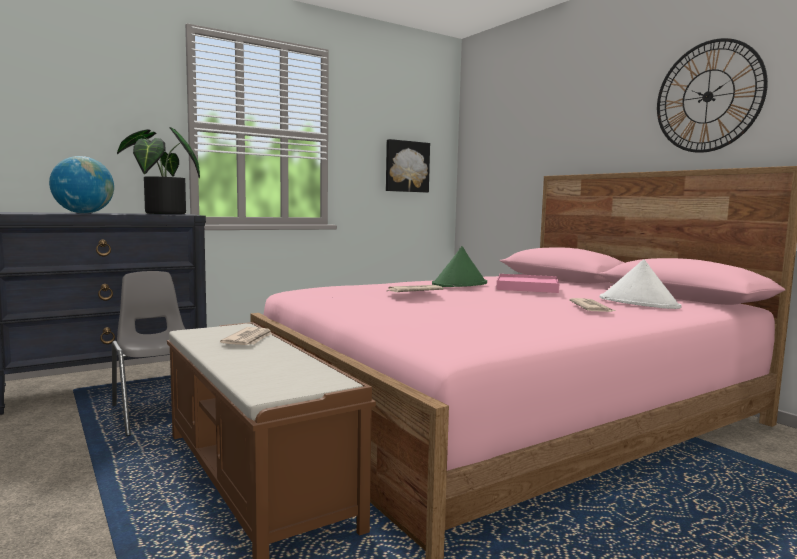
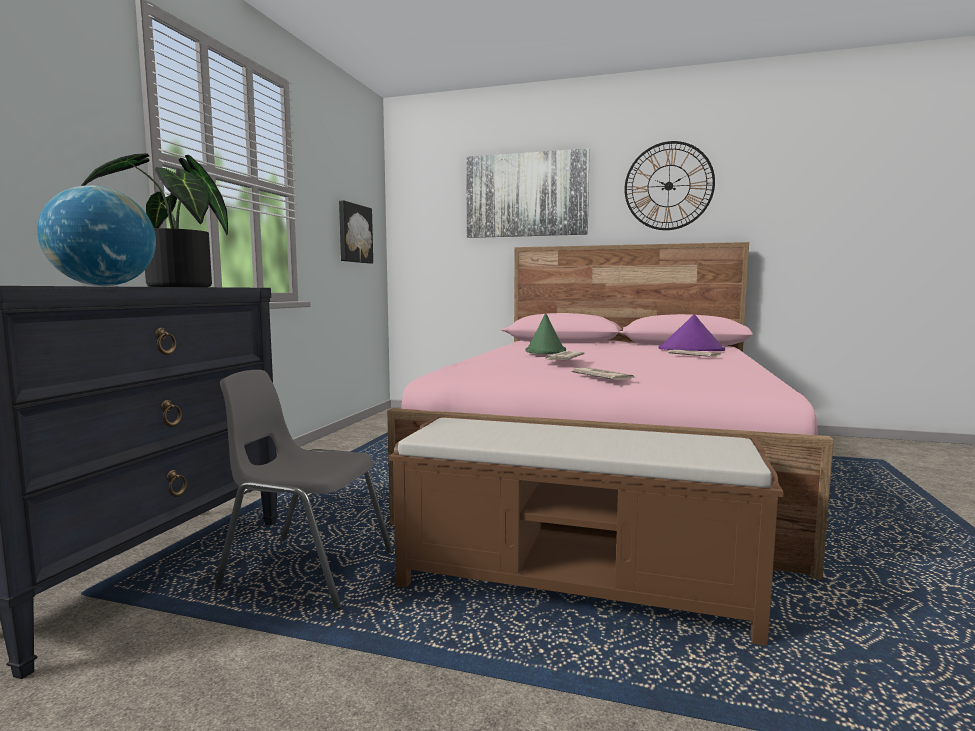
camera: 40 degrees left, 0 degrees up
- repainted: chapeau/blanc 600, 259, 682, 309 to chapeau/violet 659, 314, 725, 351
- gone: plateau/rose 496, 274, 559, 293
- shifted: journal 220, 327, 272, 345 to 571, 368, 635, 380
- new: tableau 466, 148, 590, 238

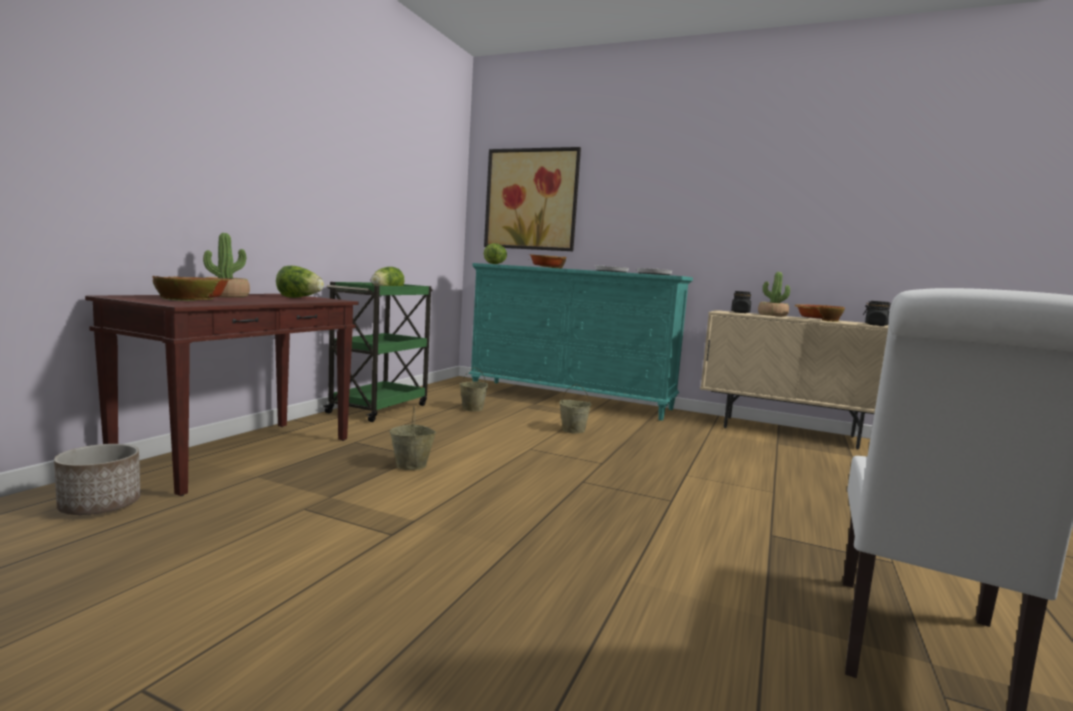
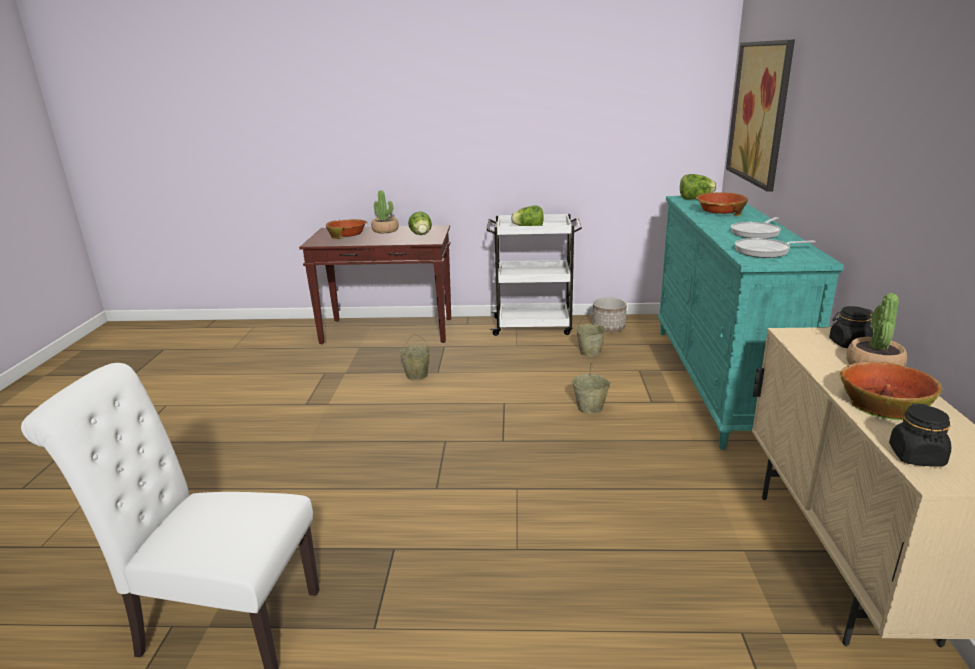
camera: 70 degrees right, 15 degrees up
- repainted: chariot/vert 323, 282, 432, 422 to chariot/blanc 487, 214, 582, 336
- shifted: cache-pot 54, 444, 141, 515 to 592, 297, 627, 332

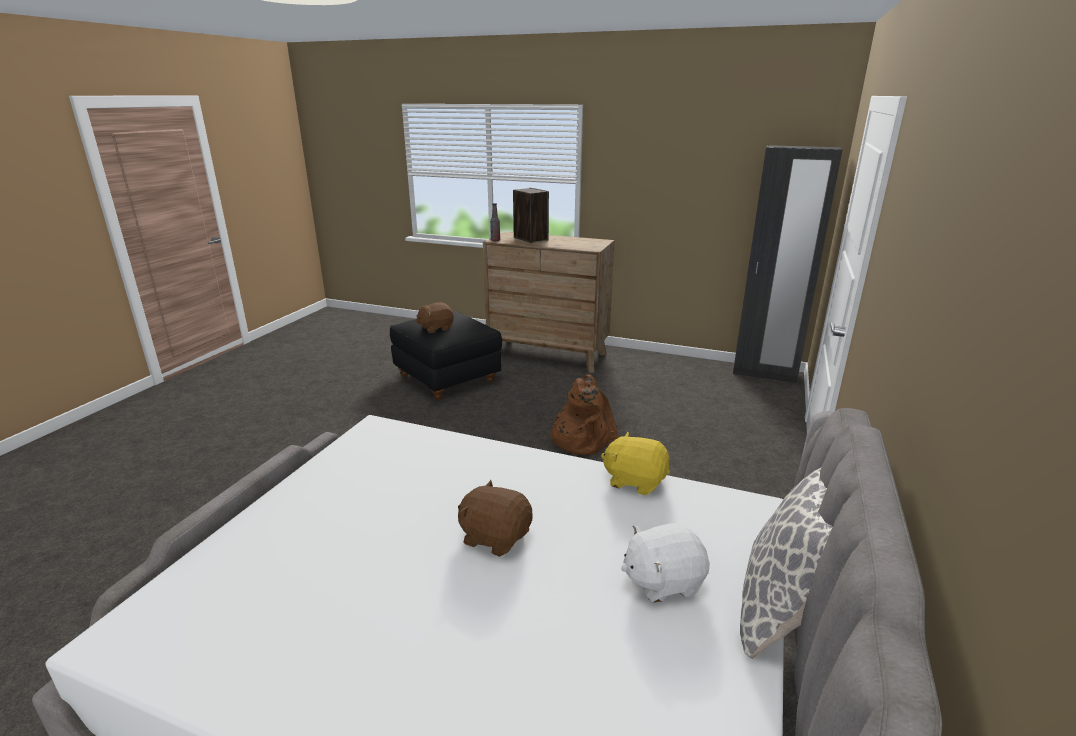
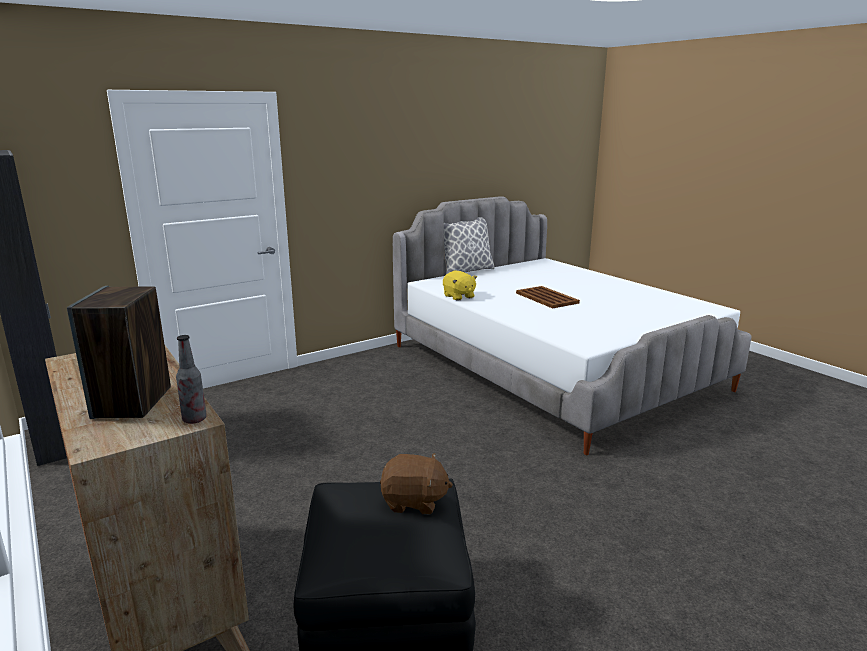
camera: 145 degrees left, 5 degrees down
- gone: sac à dos/marron 548, 374, 619, 455
- swapped: peluche/marron 458, 480, 532, 557 to plateau/marron 516, 286, 580, 308
- gone: peluche/blanc 621, 523, 710, 603

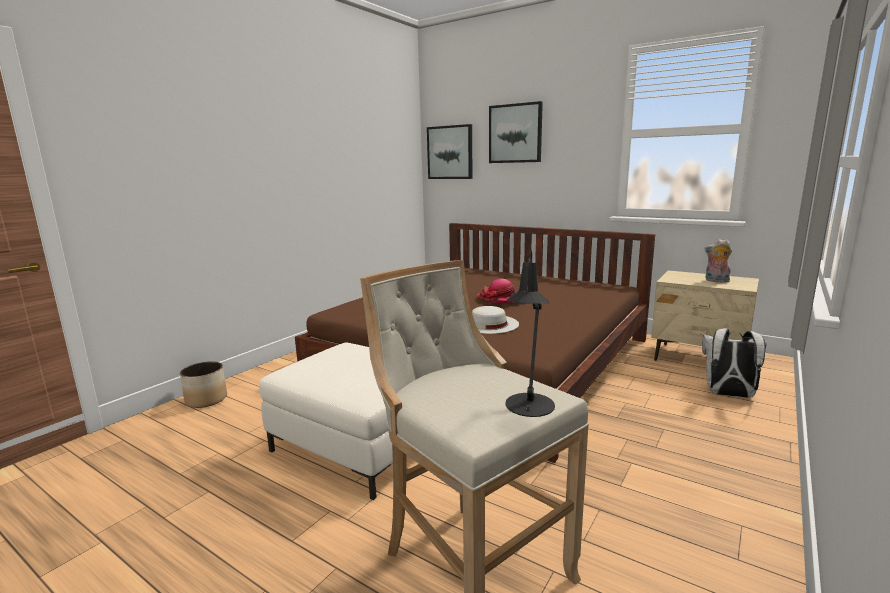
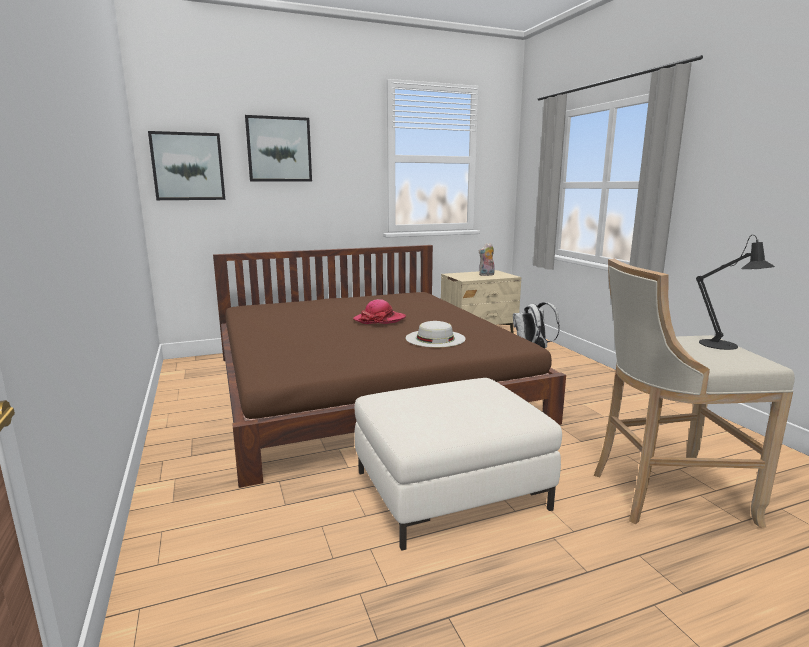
camera: 55 degrees left, 0 degrees up
- gone: cache-pot 180, 361, 227, 408

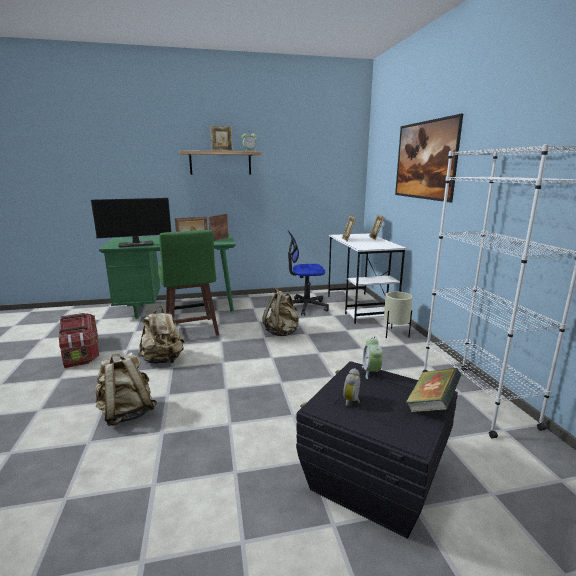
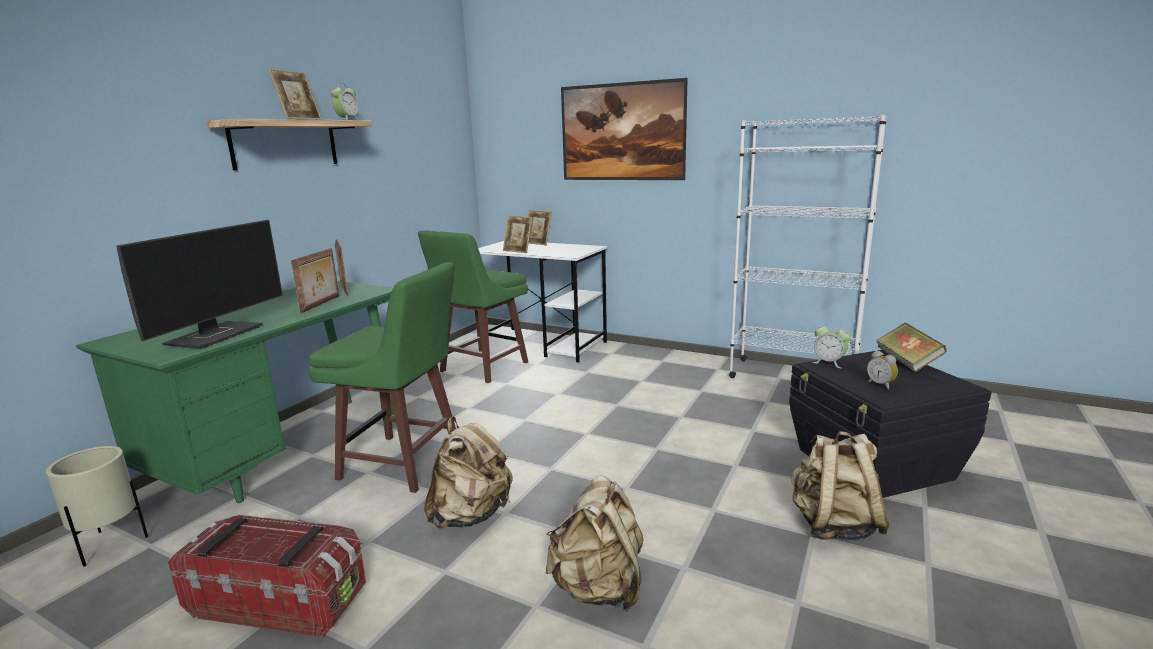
camera: 50 degrees left, 0 degrees up
- swapped: chaise de bureau 288, 230, 329, 316 to tabouret/vert 418, 230, 528, 383
- shifted: sac à dos/beige 262, 288, 299, 336 to 791, 431, 890, 540
- shifted: cache-pot/beige 384, 291, 413, 338 to 46, 446, 148, 567

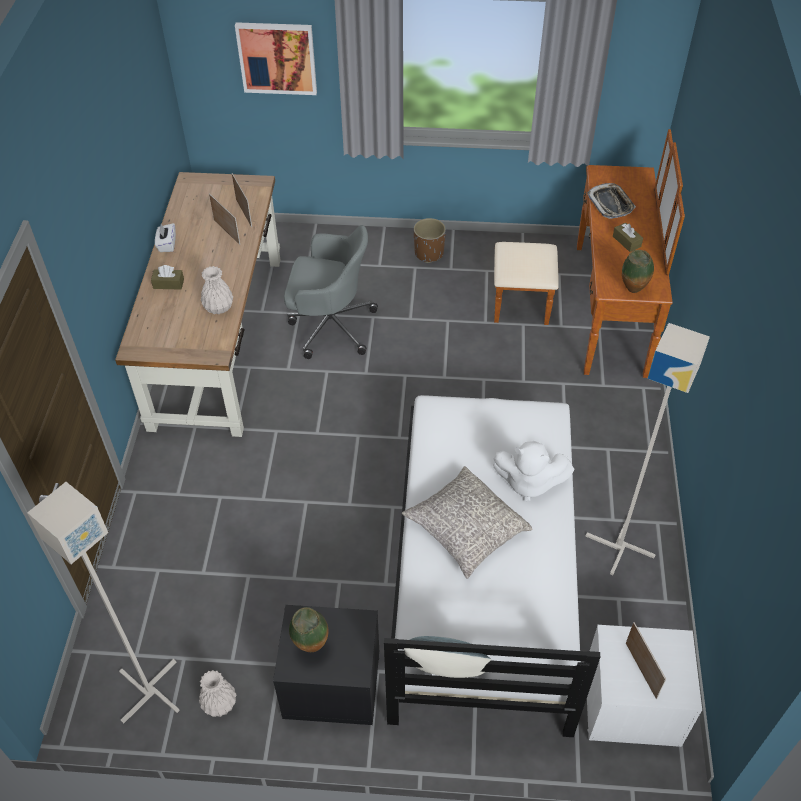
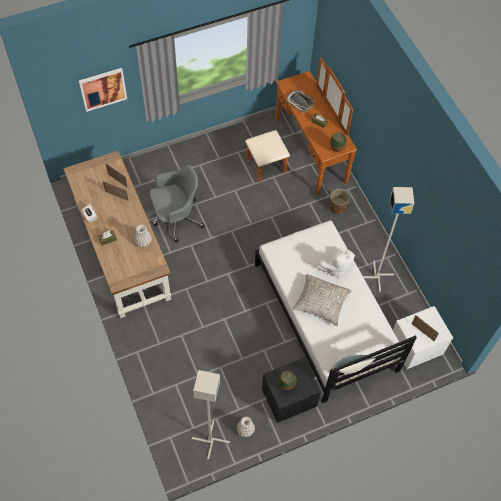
camera: 30 degrees left, 10 degrees up
- shifted: cache-pot/marron 414, 218, 446, 263 to 329, 189, 350, 214

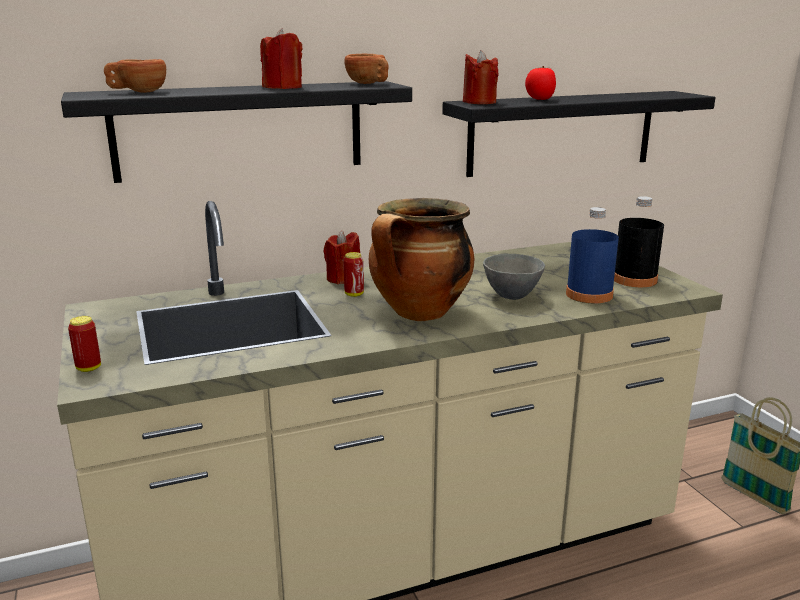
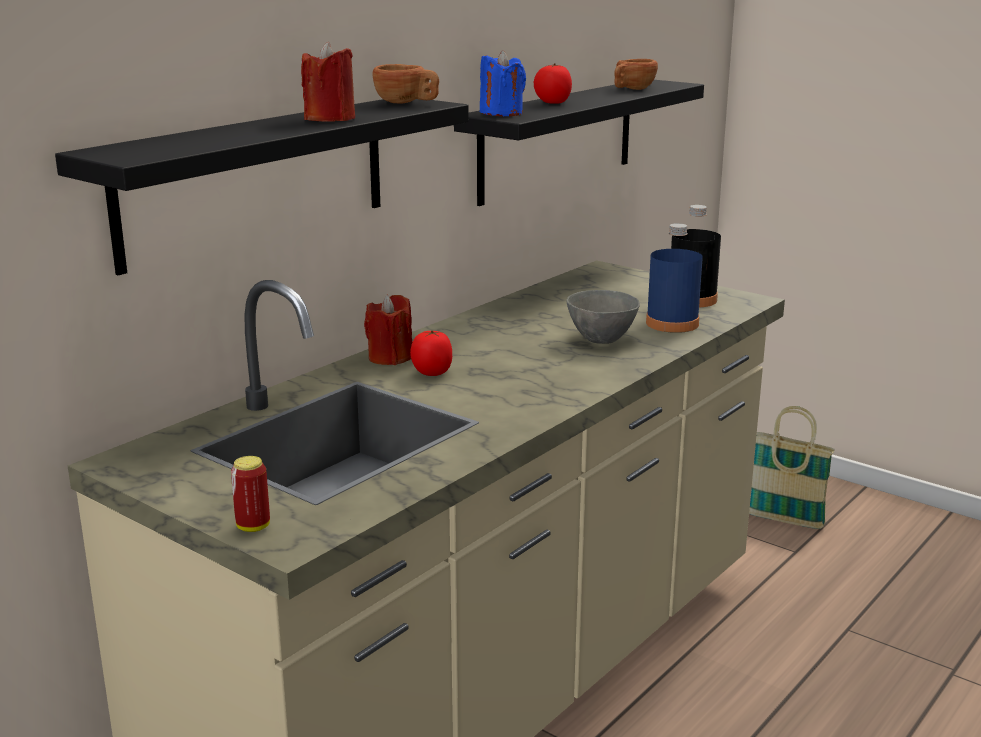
camera: 30 degrees left, 0 degrees up
- repainted: bougie/rouge 463, 50, 498, 104 to bougie/bleu 480, 50, 526, 116
- shifted: tasse/marron 104, 59, 166, 93 to 614, 59, 658, 90
- gone: marmite 369, 198, 474, 321
- swapped: boîte métallique 344, 252, 364, 297 to tomate 410, 330, 452, 376

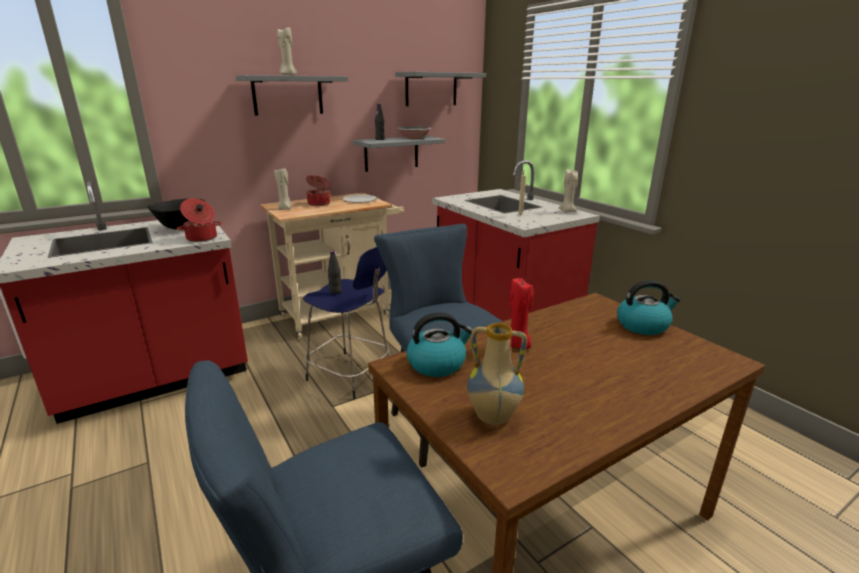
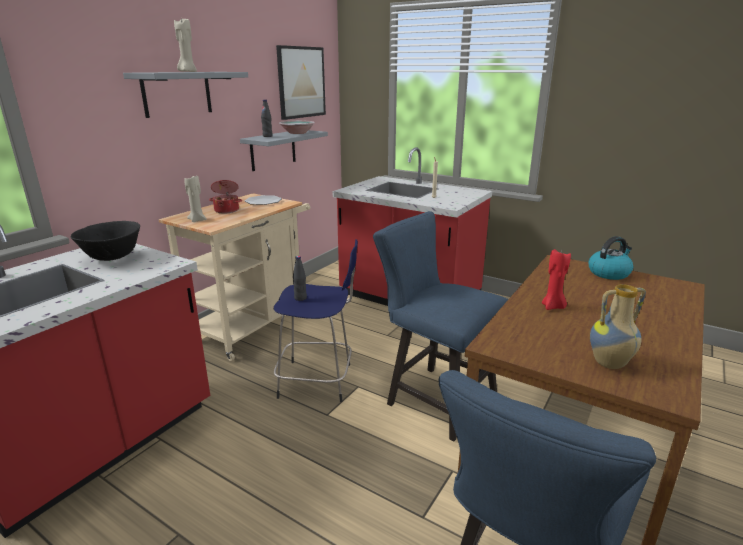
camera: 25 degrees left, 0 degrees up
- swapped: étagère/gris 395, 72, 486, 106 to tableau 276, 45, 326, 120
- gone: bougie/beige 559, 169, 578, 213
- gone: marmite 177, 199, 222, 242
- gone: bouilloire 406, 312, 473, 377

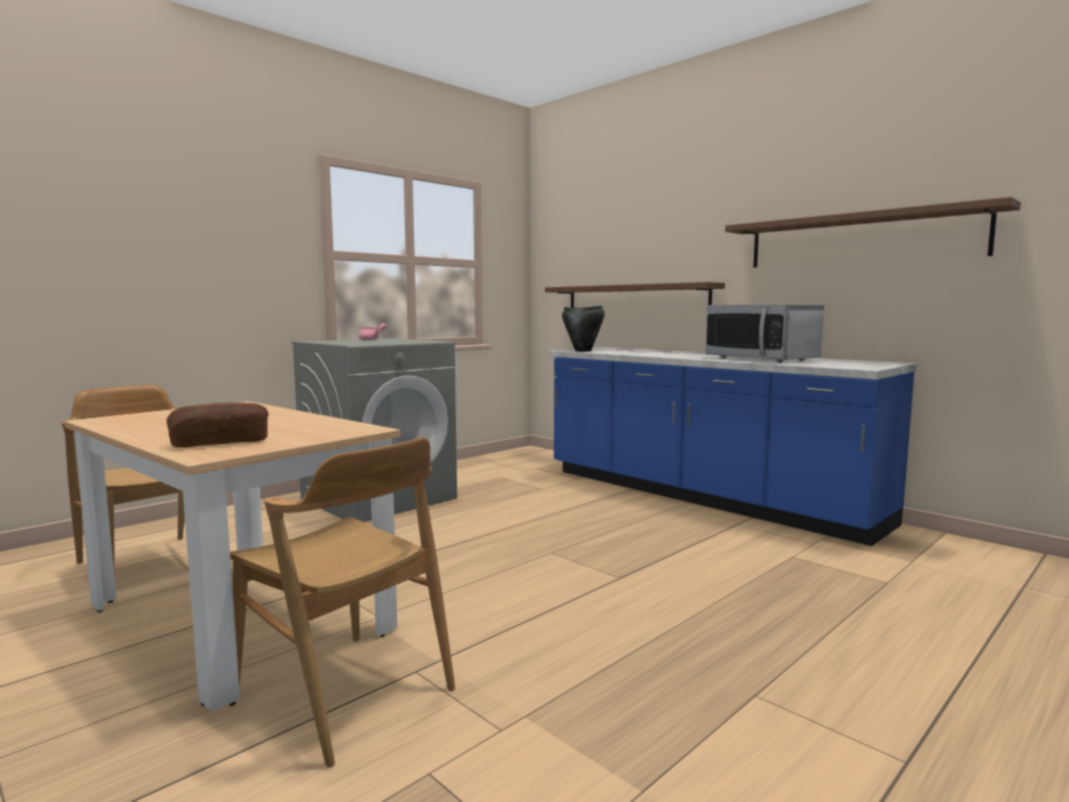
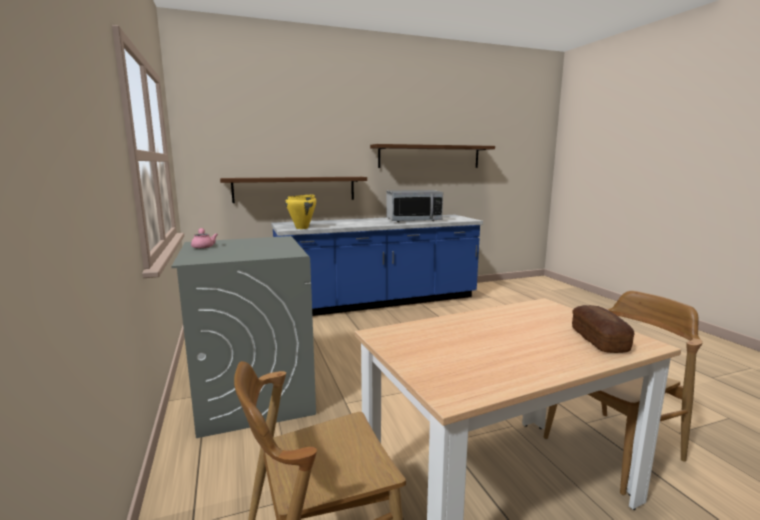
camera: 65 degrees left, 5 degrees up
- repainted: marmite/noir 562, 306, 605, 352 to marmite/jaune 285, 194, 316, 229

